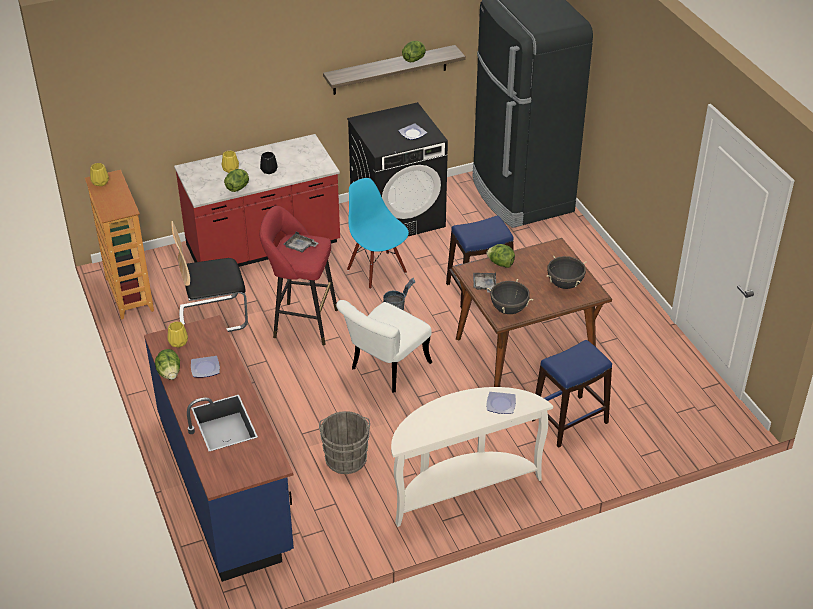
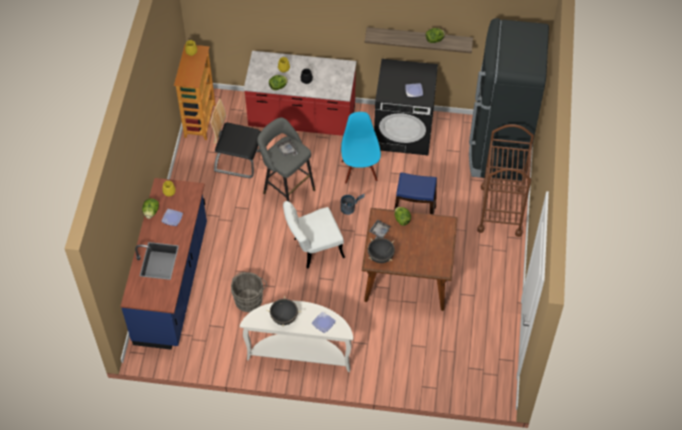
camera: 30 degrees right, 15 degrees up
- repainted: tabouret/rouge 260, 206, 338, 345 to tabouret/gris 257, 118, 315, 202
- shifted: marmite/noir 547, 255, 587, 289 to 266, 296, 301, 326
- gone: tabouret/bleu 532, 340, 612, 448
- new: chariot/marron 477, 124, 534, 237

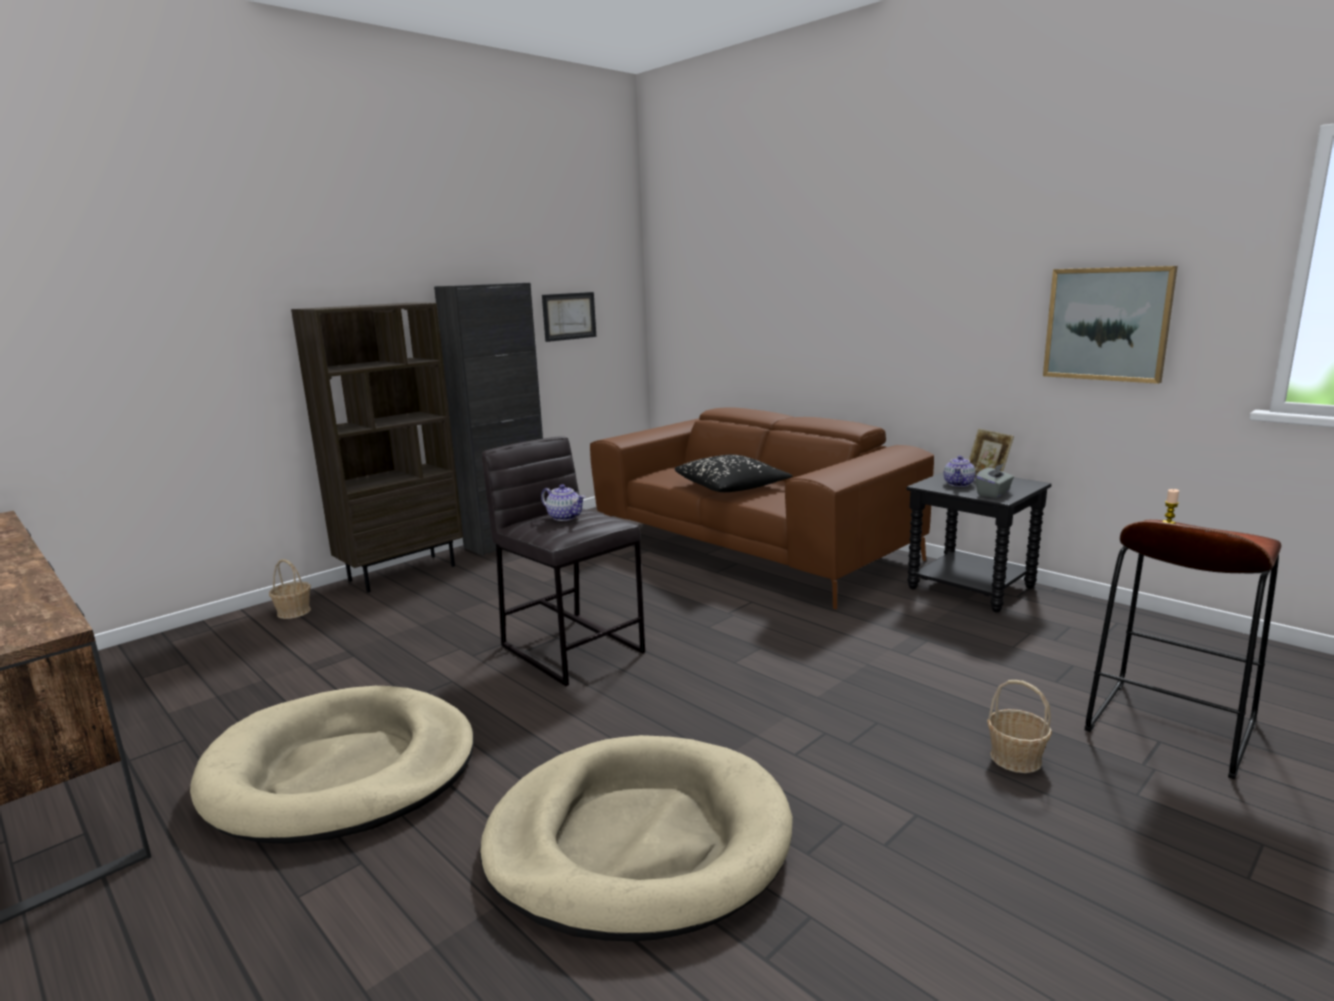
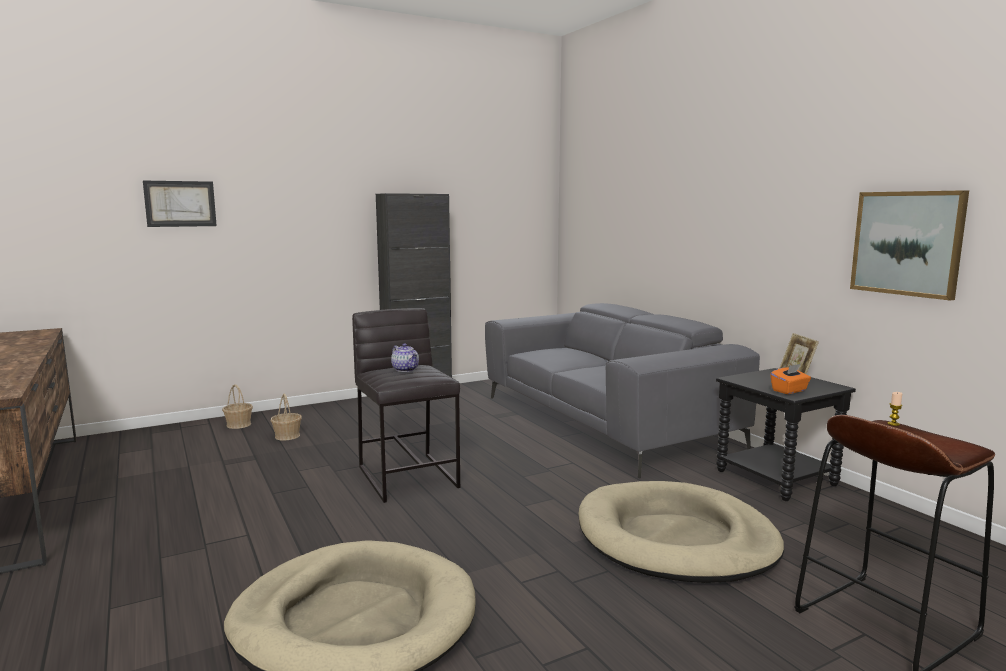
camera: 15 degrees right, 5 degrees down
- shifted: tableau 542, 292, 596, 342 to 143, 181, 217, 227
- gone: bibliothèque/marron 291, 303, 463, 593
- repainted: canapé/marron 590, 408, 934, 609 to canapé/gris 485, 303, 760, 478
- gone: coussin/noir 675, 455, 792, 492
- gone: théière 944, 456, 976, 487
- repainted: boîte à mouchoirs/gris 976, 463, 1014, 498 to boîte à mouchoirs/orange 770, 364, 811, 394
- shifted: panier 987, 680, 1052, 773 to 271, 394, 302, 441
- shifted: panier pour chien/beige 190, 686, 474, 844 to 579, 481, 784, 583

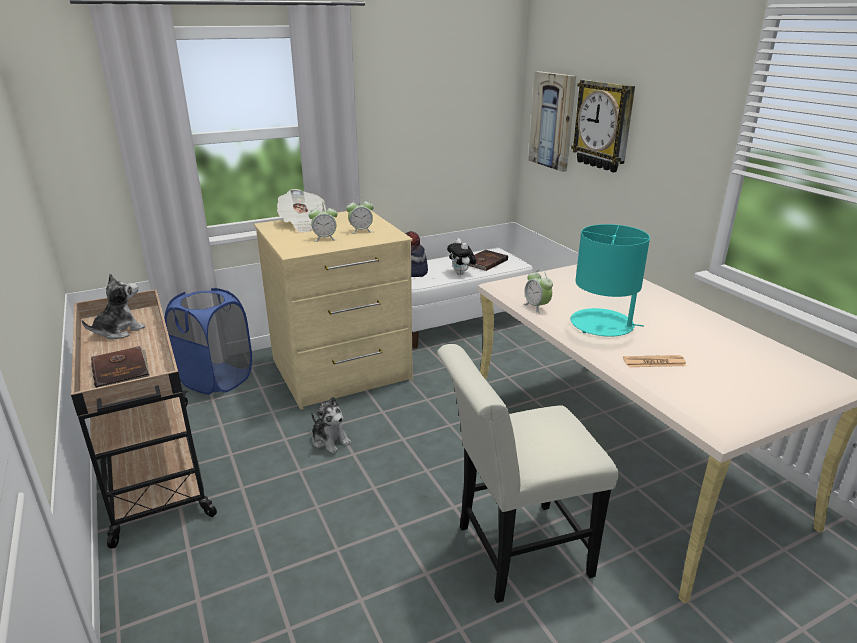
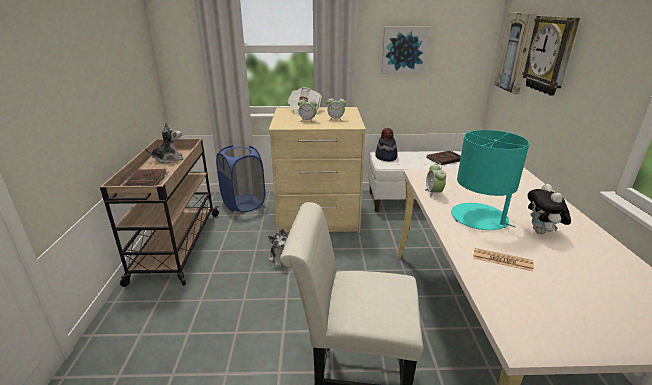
camera: 25 degrees right, 0 degrees up
- shifted: peluche 447, 238, 476, 275 to 528, 184, 571, 234
- new: tableau 381, 27, 430, 74

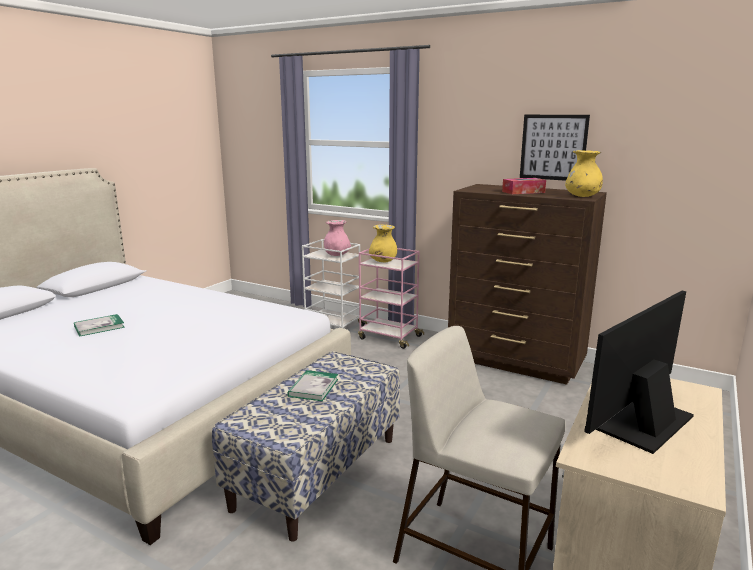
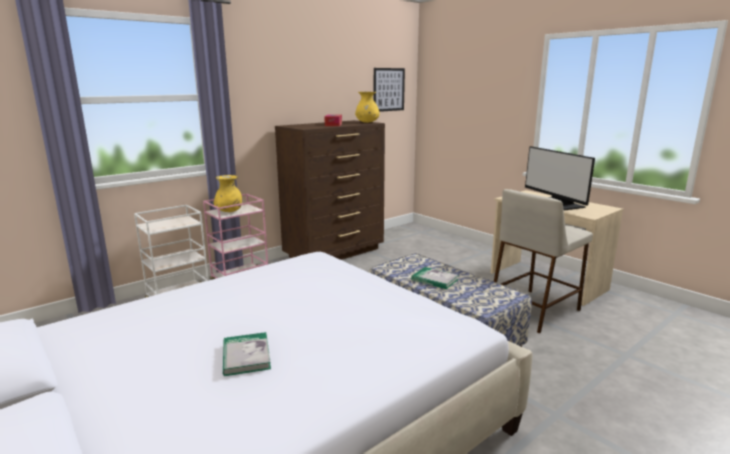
camera: 70 degrees left, 0 degrees up
- shifted: tableau 520, 115, 590, 181 to 374, 68, 405, 112
- gone: vase/rose 324, 220, 351, 256

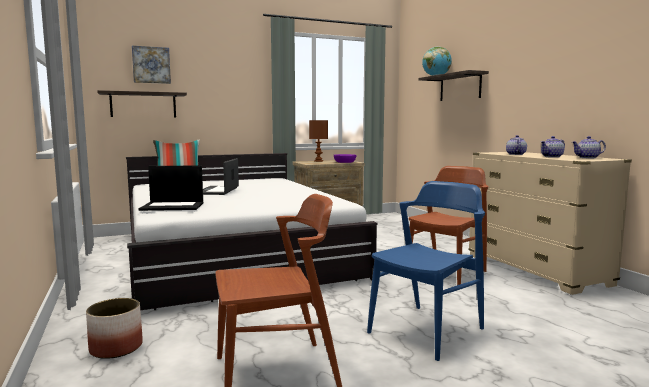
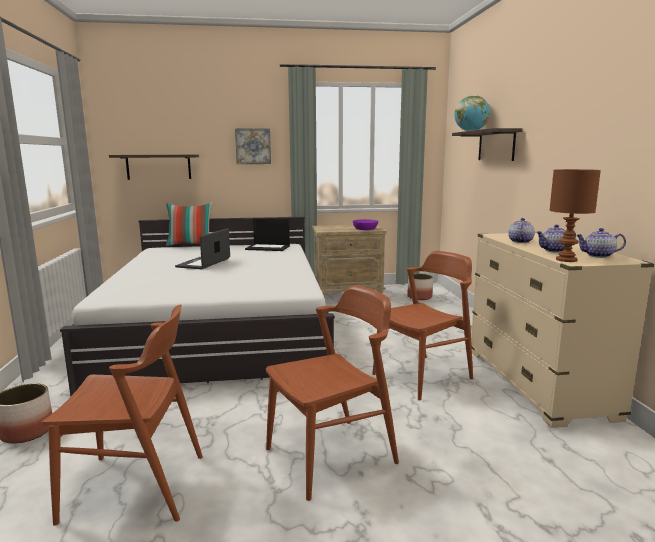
camera: 15 degrees right, 5 degrees up
- shifted: tableau 132, 46, 171, 84 to 235, 128, 271, 164
- shifted: lampe de table/marron 309, 120, 328, 162 to 549, 169, 601, 262
- shifted: ordinateur portable 138, 166, 203, 211 to 245, 218, 290, 251
- repainted: chaise/bleu 367, 181, 485, 361 to chaise/marron 266, 285, 399, 501
- new: cache-pot 407, 274, 433, 300

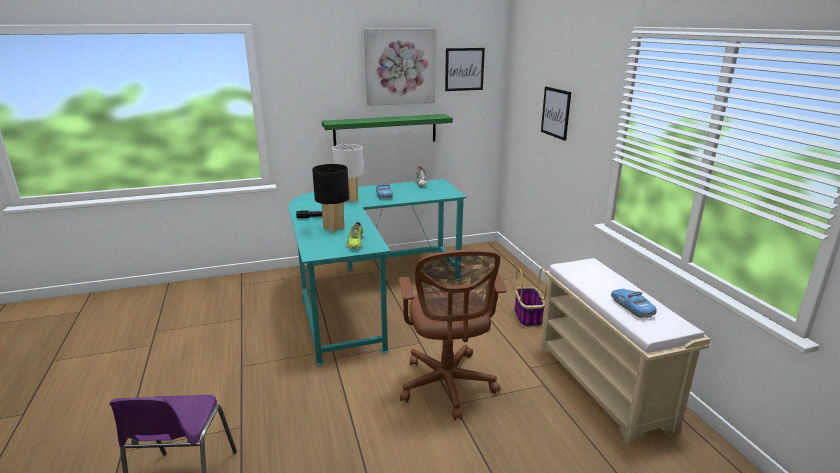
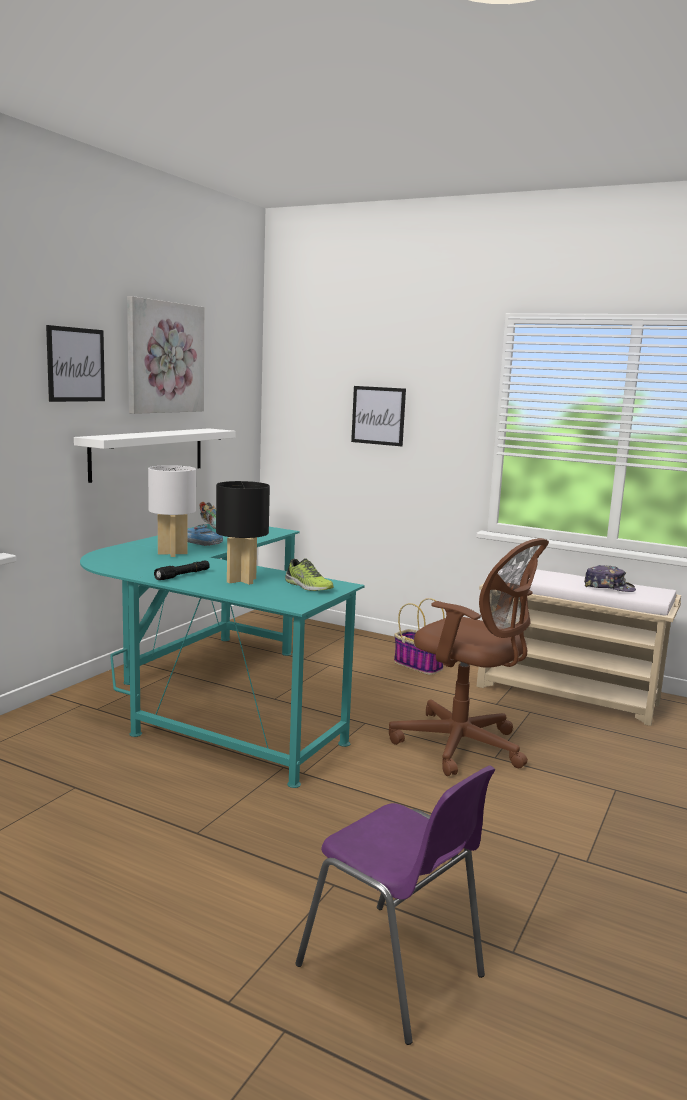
camera: 45 degrees left, 10 degrees down
- shifted: tableau 445, 48, 485, 91 to 46, 325, 105, 402
- repainted: étagère/vert 322, 114, 453, 146 to étagère/blanc 74, 428, 235, 483
- swapped: petite voiture 611, 289, 657, 318 to casquette 584, 565, 636, 592

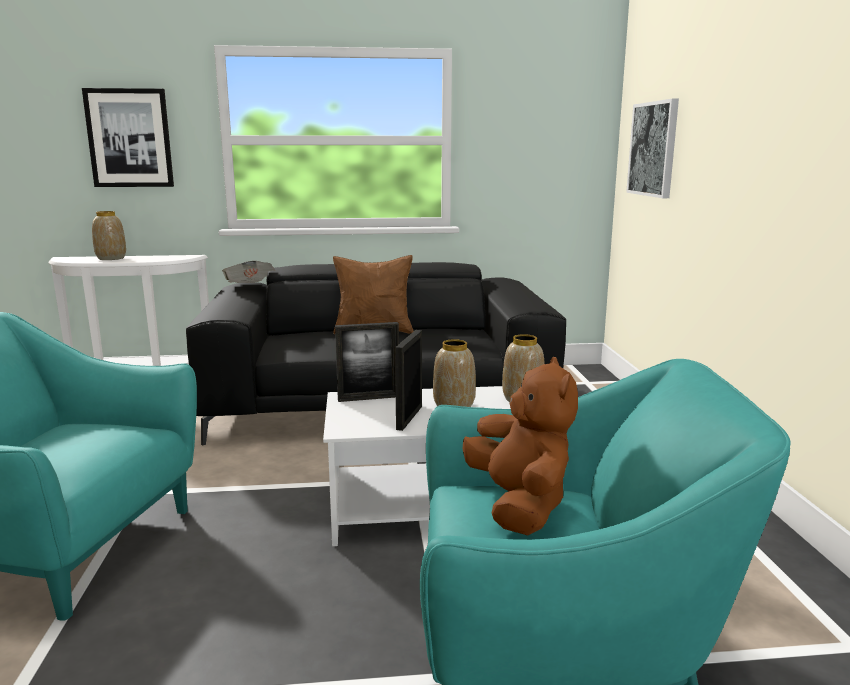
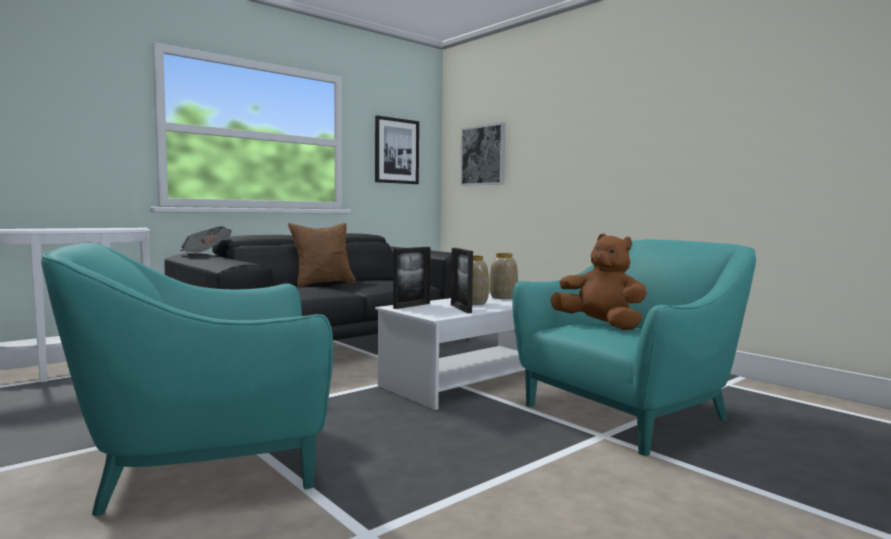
camera: 35 degrees left, 10 degrees down
- shifted: tableau 82, 88, 174, 187 to 375, 115, 419, 184
- gone: vase 92, 211, 126, 260

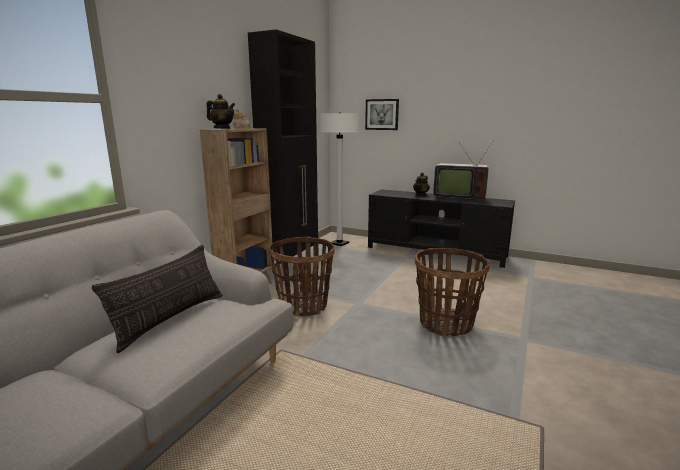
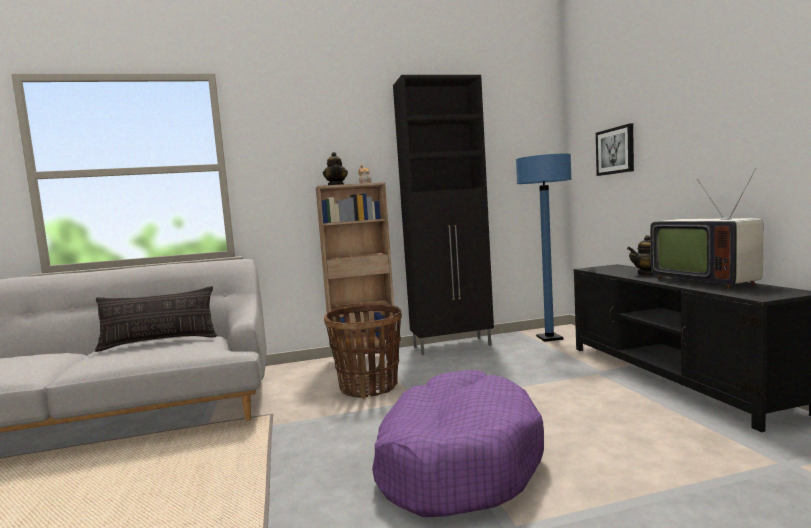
camera: 50 degrees right, 10 degrees down
- repainted: lampadaire/blanc 320, 113, 359, 246 to lampadaire/bleu 516, 153, 572, 342
- swapped: panier 415, 248, 490, 337 to panier pour chien/violet 372, 370, 544, 517

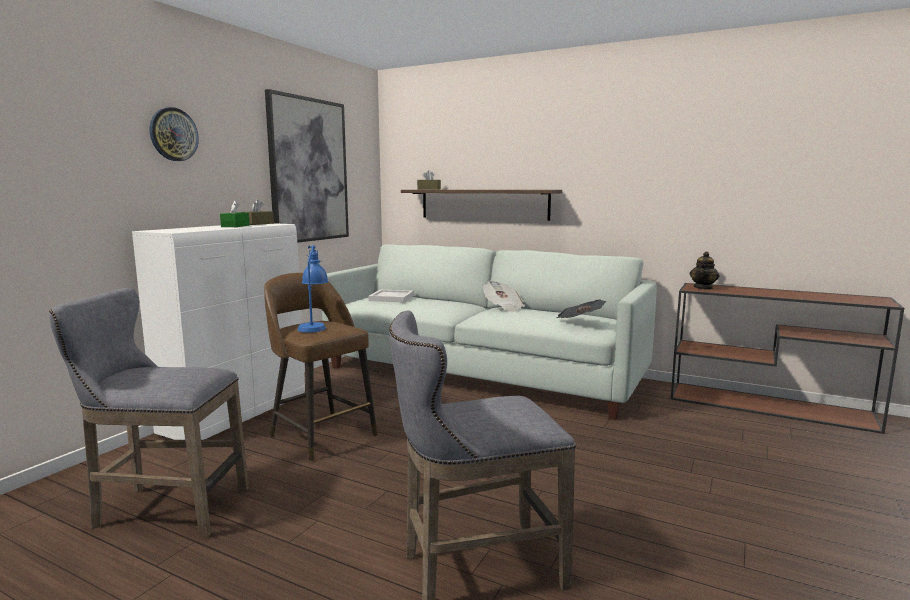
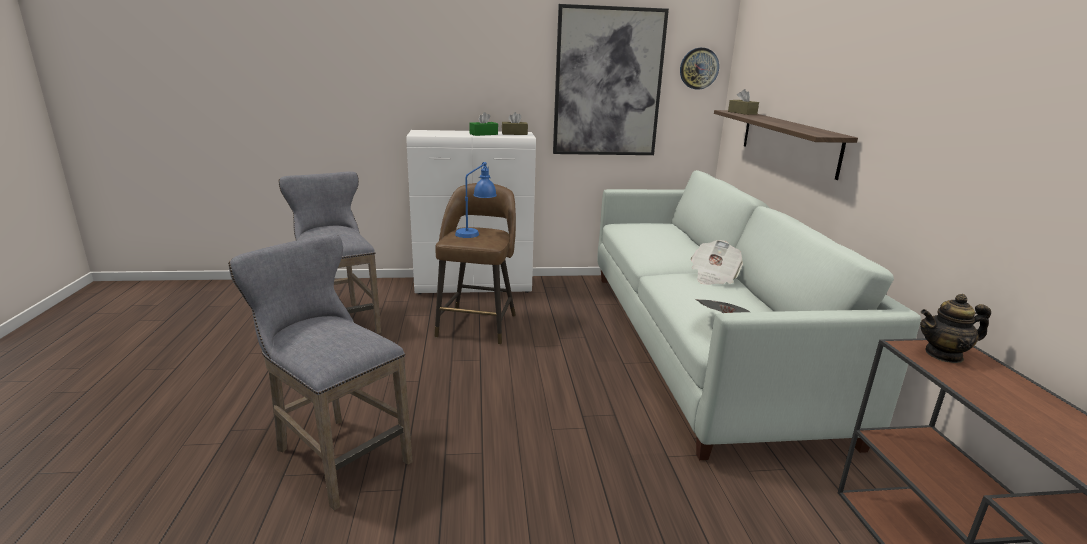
camera: 55 degrees right, 10 degrees up
- shifted: horloge murale 150, 107, 199, 161 to 680, 48, 719, 90
- gone: plateau/blanc 368, 290, 414, 302

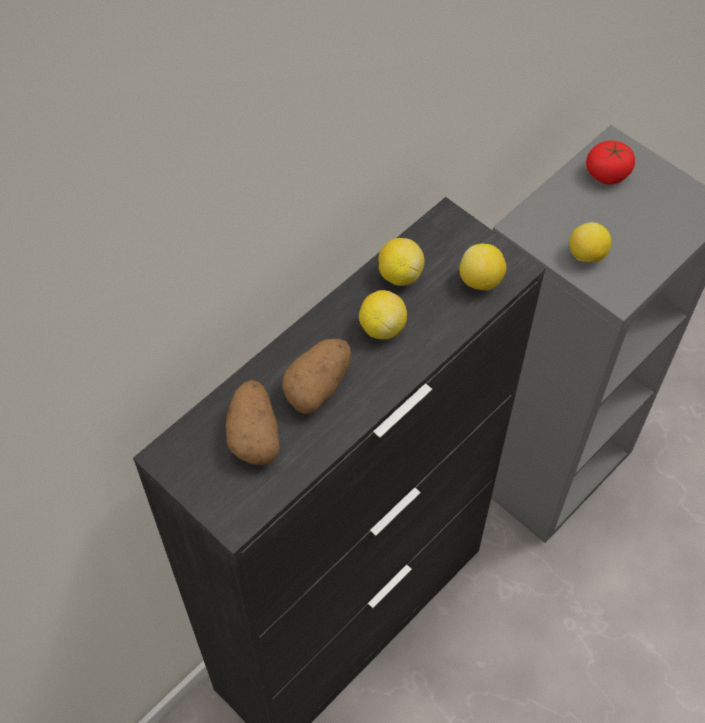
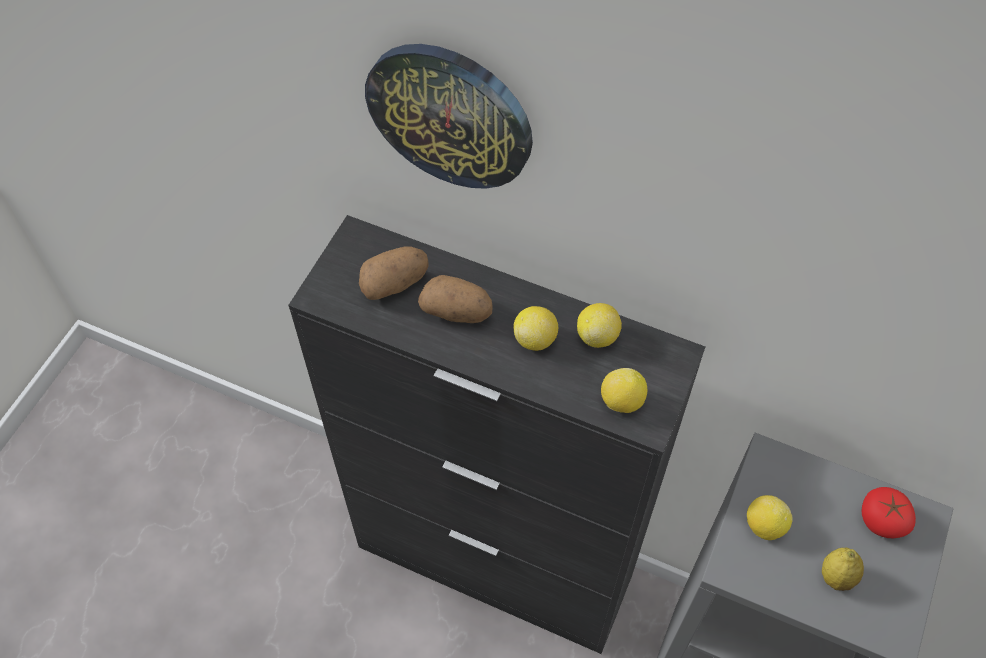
camera: 70 degrees right, 0 degrees up
- new: horloge murale 365, 44, 533, 189
- new: citron 822, 548, 864, 591

